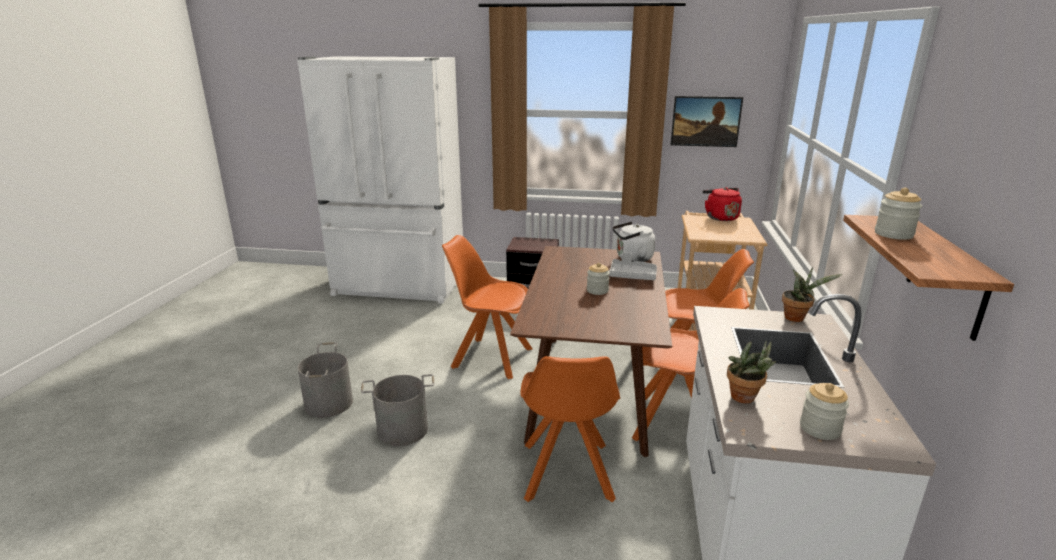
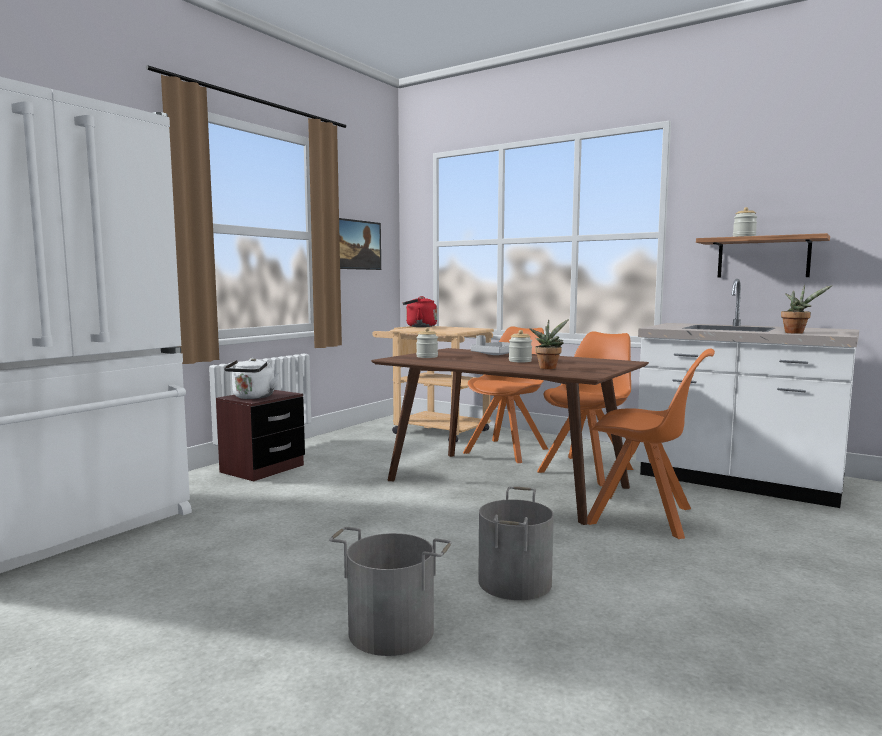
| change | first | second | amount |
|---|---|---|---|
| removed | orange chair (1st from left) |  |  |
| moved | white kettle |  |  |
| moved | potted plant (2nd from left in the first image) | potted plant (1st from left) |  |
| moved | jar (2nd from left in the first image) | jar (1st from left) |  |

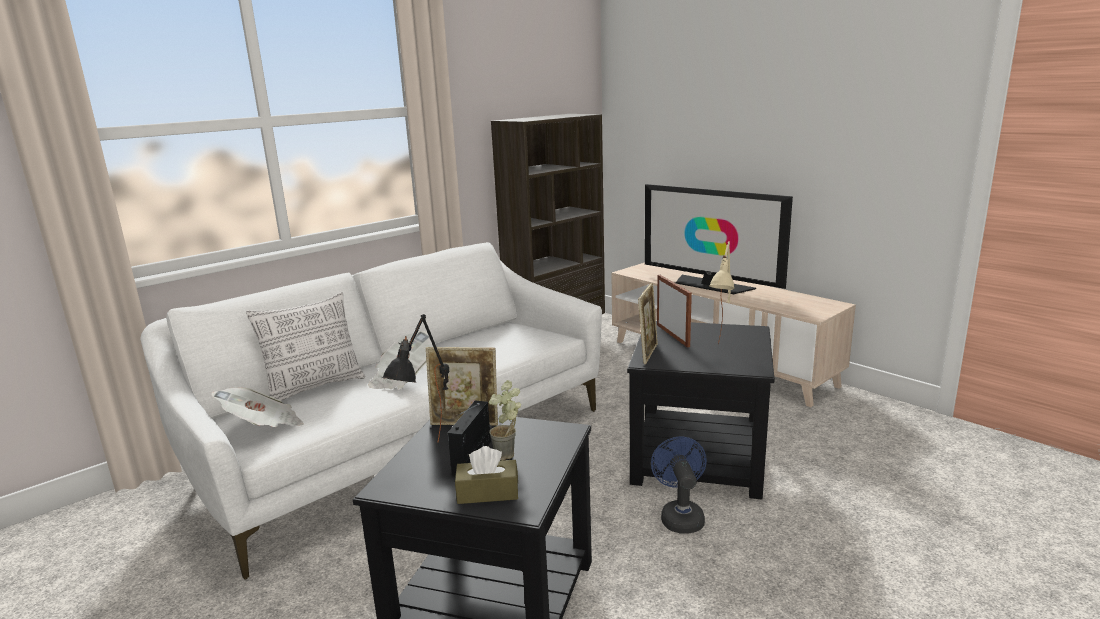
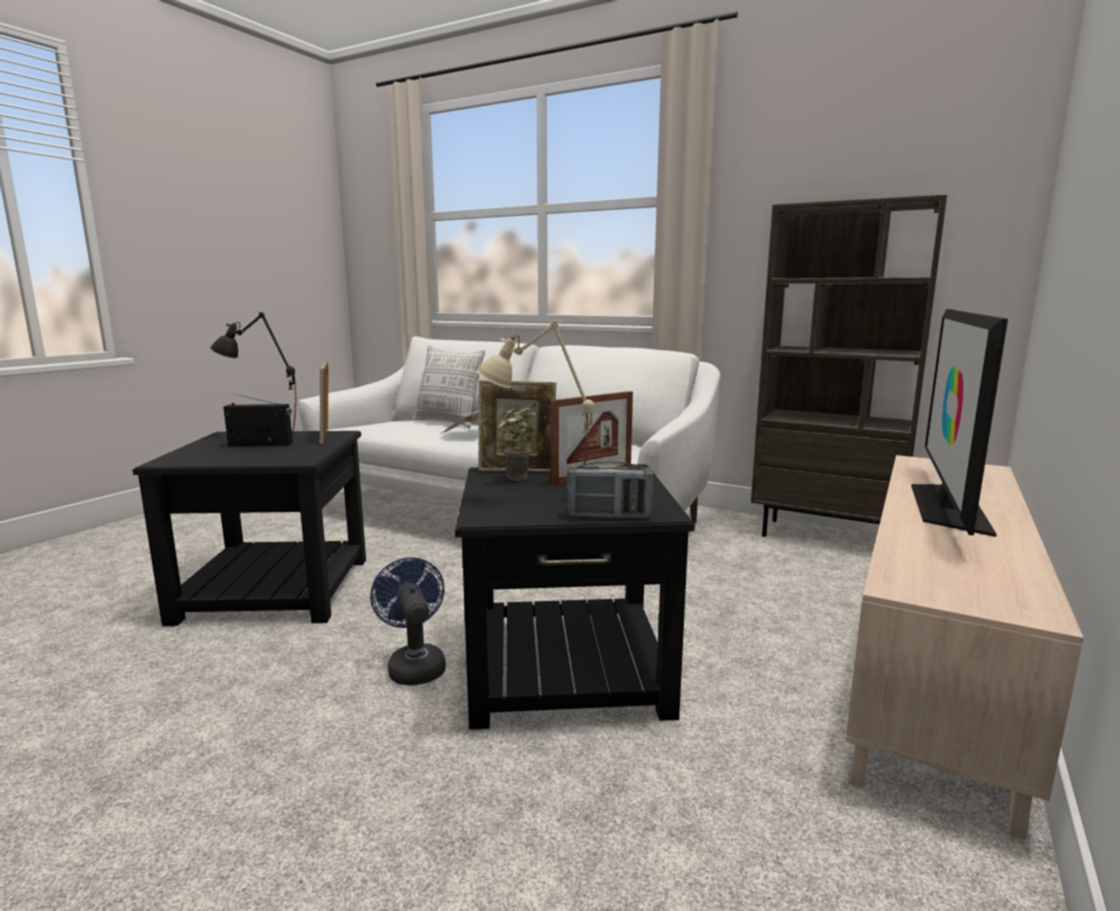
| change | first | second | amount |
|---|---|---|---|
| removed | newspaper (1st from left) |  |  |
| removed | brown tissue box |  |  |
| added |  | radio (2nd from left) |  |
| moved | potted plant |  |  |
| turned | blue fan |  | 90 degrees counterclockwise |

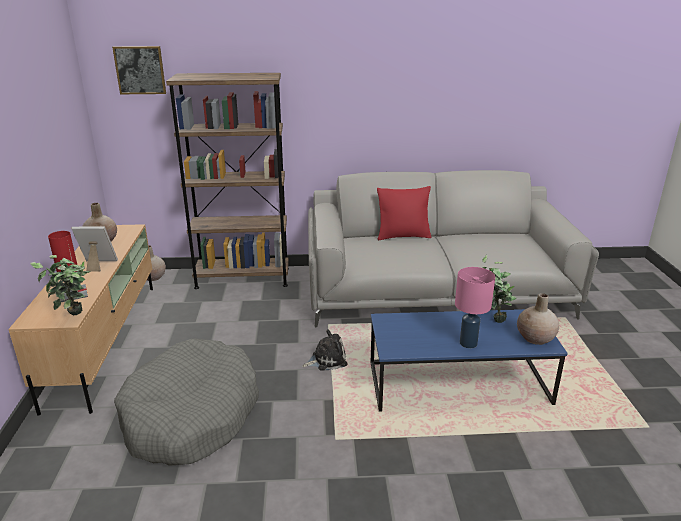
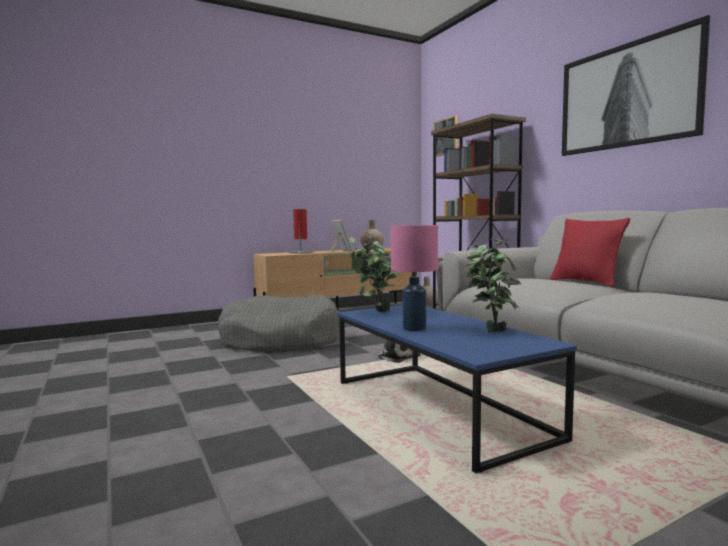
| change | first | second | amount |
|---|---|---|---|
| removed | beige vase (3rd from left) |  |  |
| added |  | picture (2nd from left) |  |
| moved | potted plant (1st from left) |  |  |

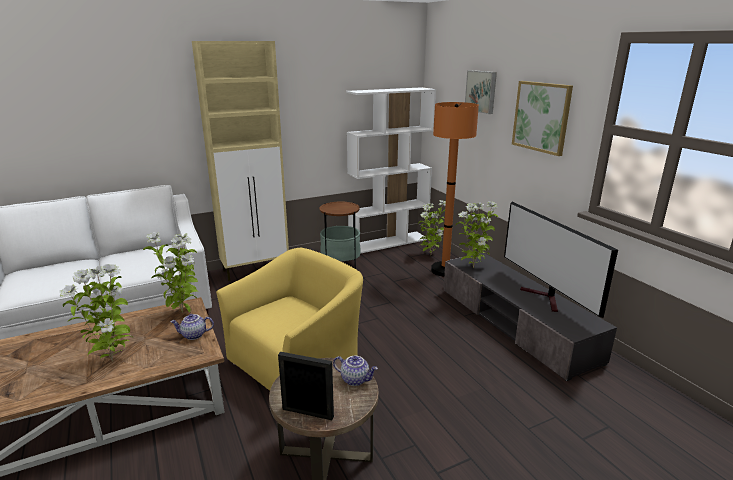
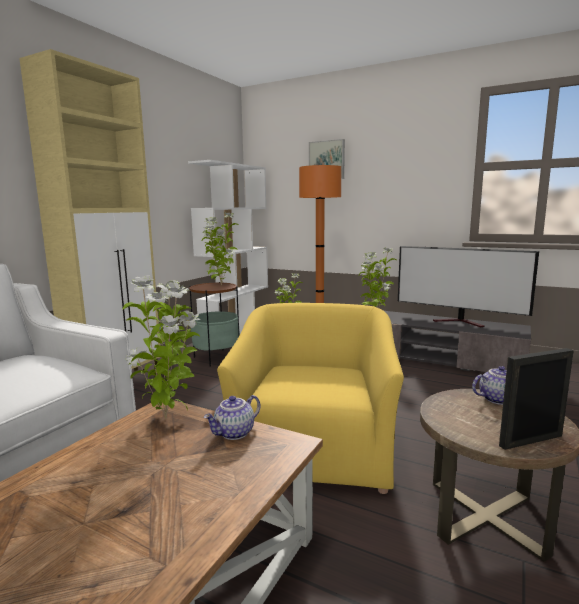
| change | first | second | amount |
|---|---|---|---|
| removed | picture (2nd from left) |  |  |
| moved | potted plant (1st from left in the first image) | potted plant (2nd from left) |  |

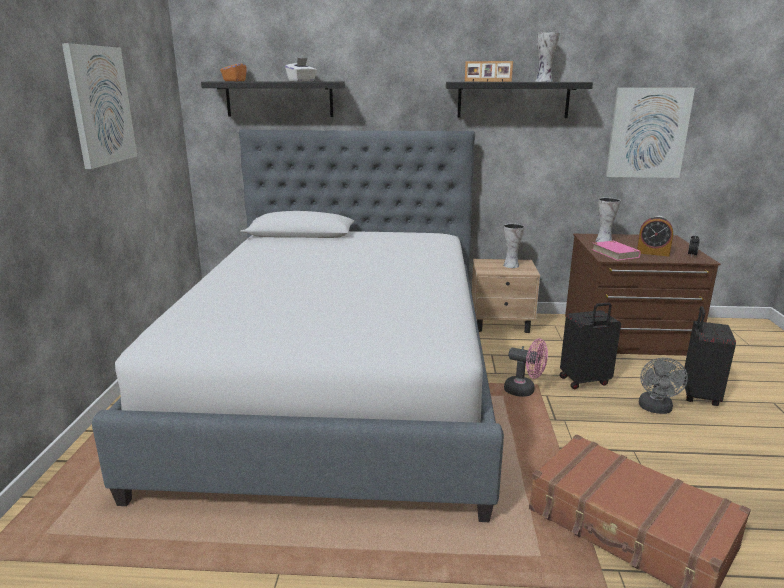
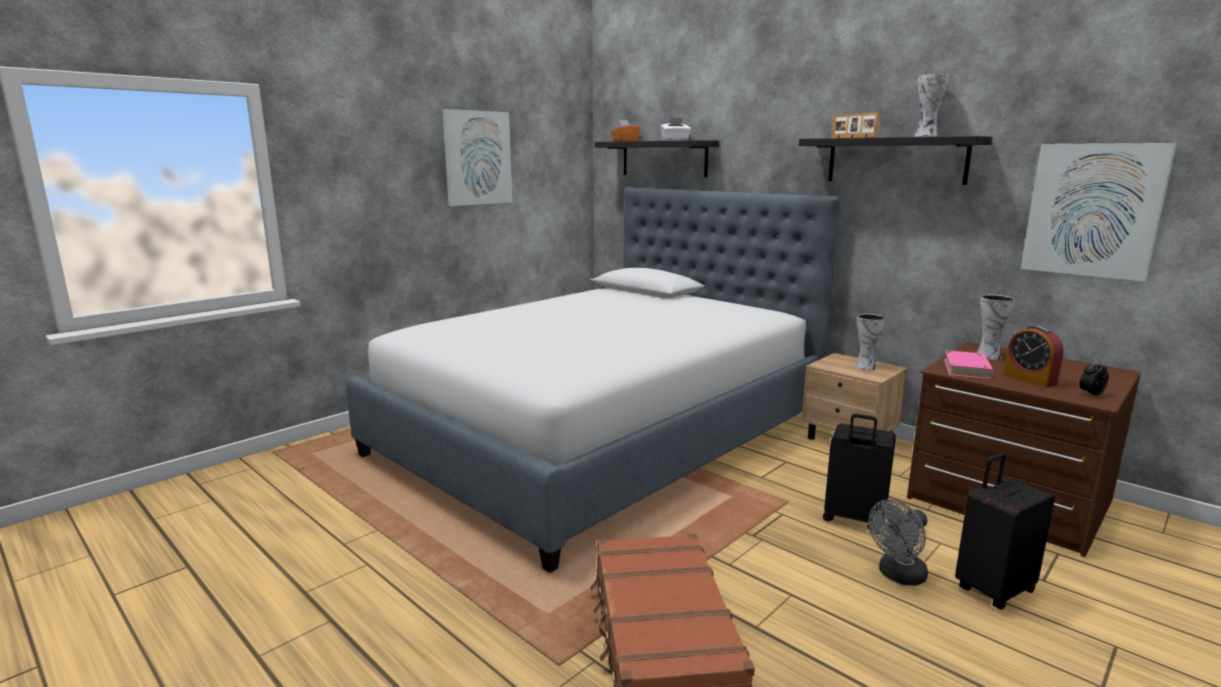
| change | first | second | amount |
|---|---|---|---|
| removed | pink fan |  |  |

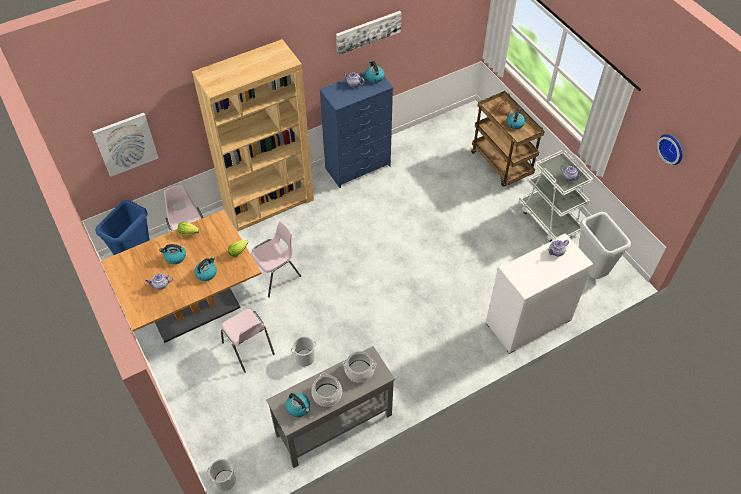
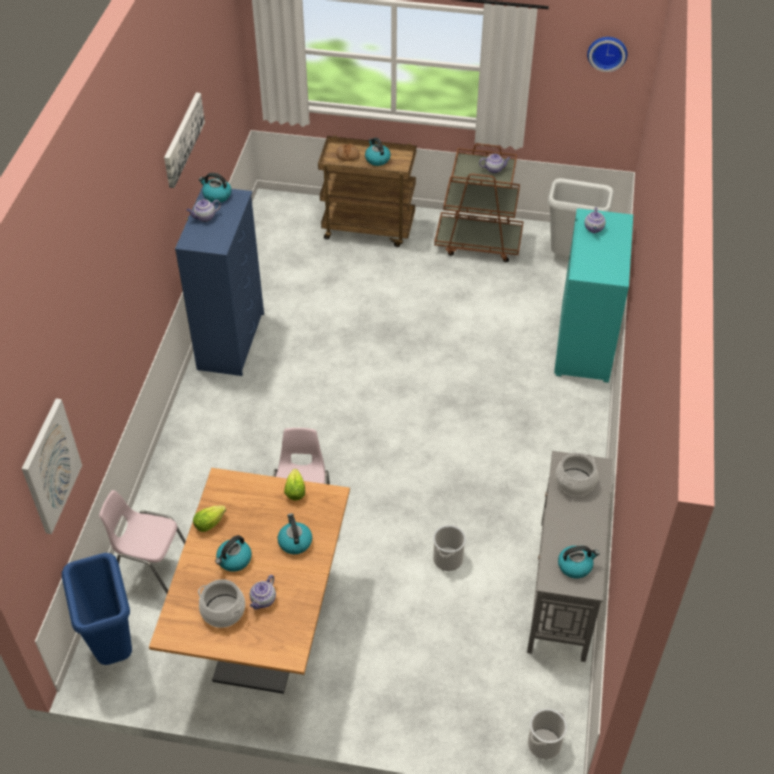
| change | first | second | amount |
|---|---|---|---|
| removed | brown bookcase |  |  |
| removed | pink chair (2nd from left) |  |  |
| moved | cooking pot (1st from left) |  |  |
| recoloured | white cabinet | turquoise cabinet |  |
| recoloured | white cart | brown cart (2nd from left) |  |

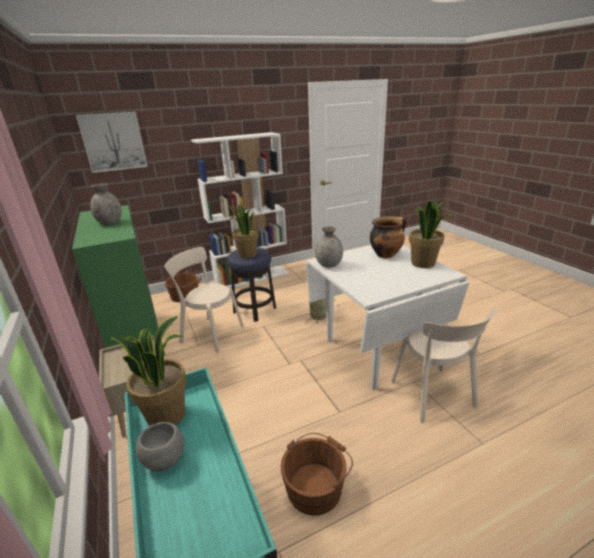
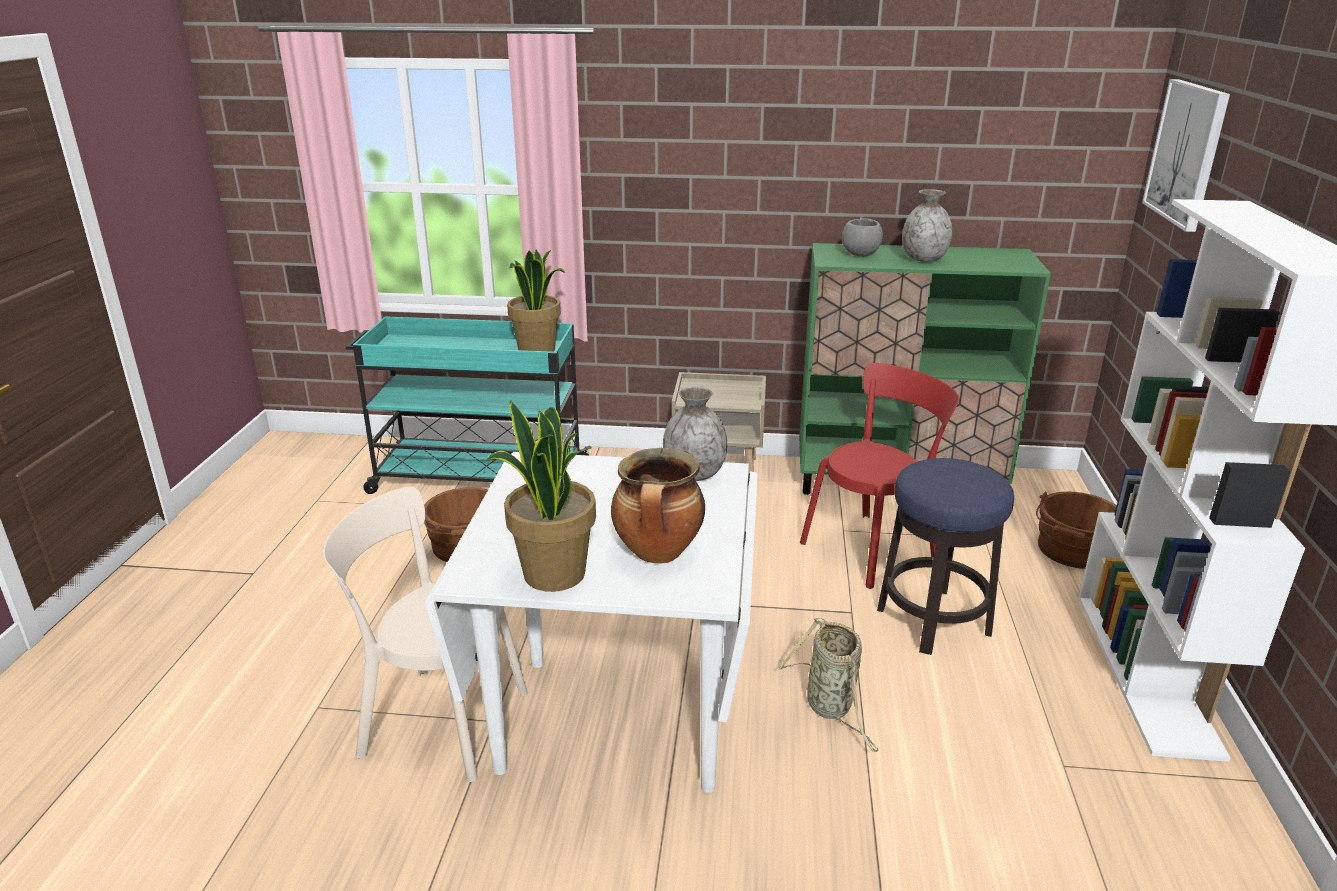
| change | first | second | amount |
|---|---|---|---|
| removed | potted plant (2nd from left) |  |  |
| moved | grey bowl |  |  |
| recoloured | beige chair (1st from left) | red chair |  |

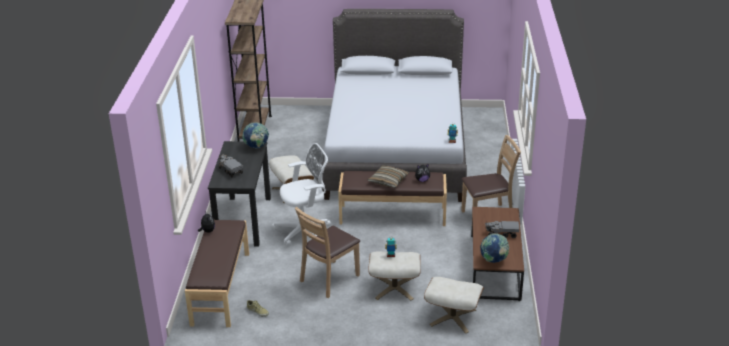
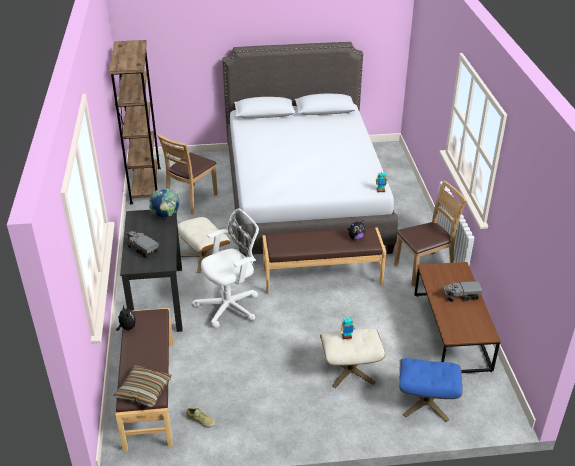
| change | first | second | amount |
|---|---|---|---|
| removed | globe (2nd from left) |  |  |
| moved | brown chair (1st from left) |  |  |
| moved | pillow |  |  |
| recoloured | beige ottoman (3rd from left) | blue ottoman |  |

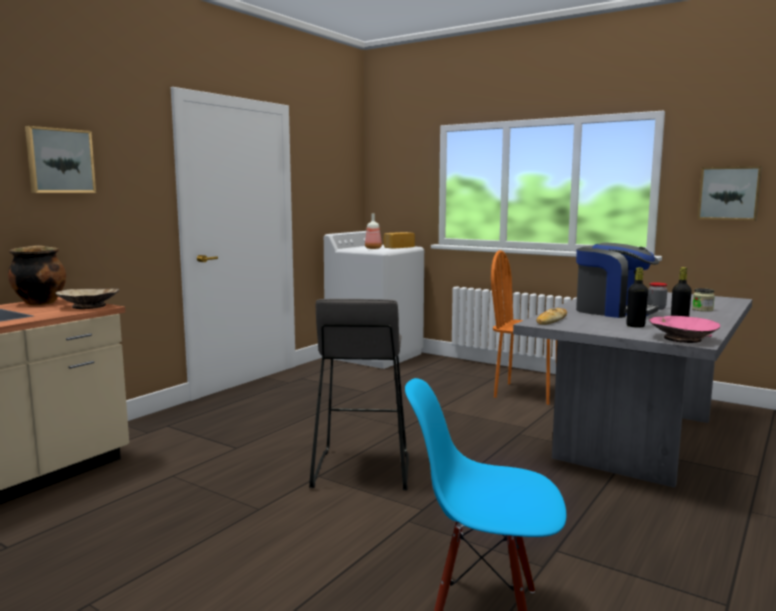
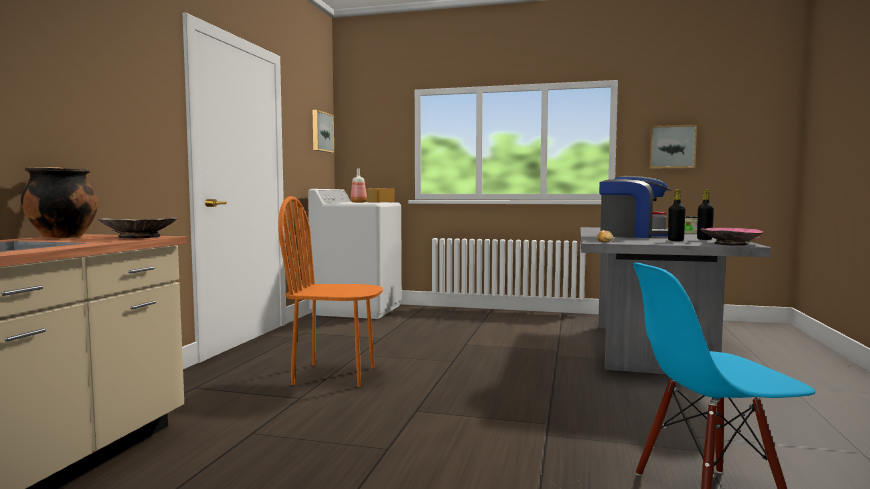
| change | first | second | amount |
|---|---|---|---|
| removed | grey stool |  |  |
| moved | picture (1st from left) |  |  |
| moved | orange chair |  |  |

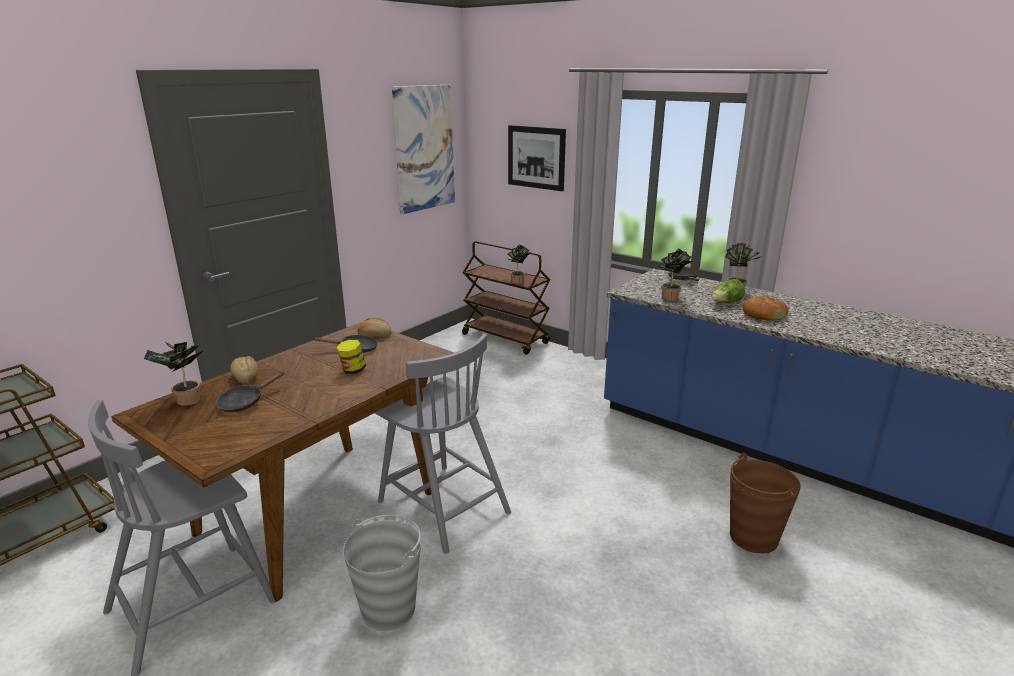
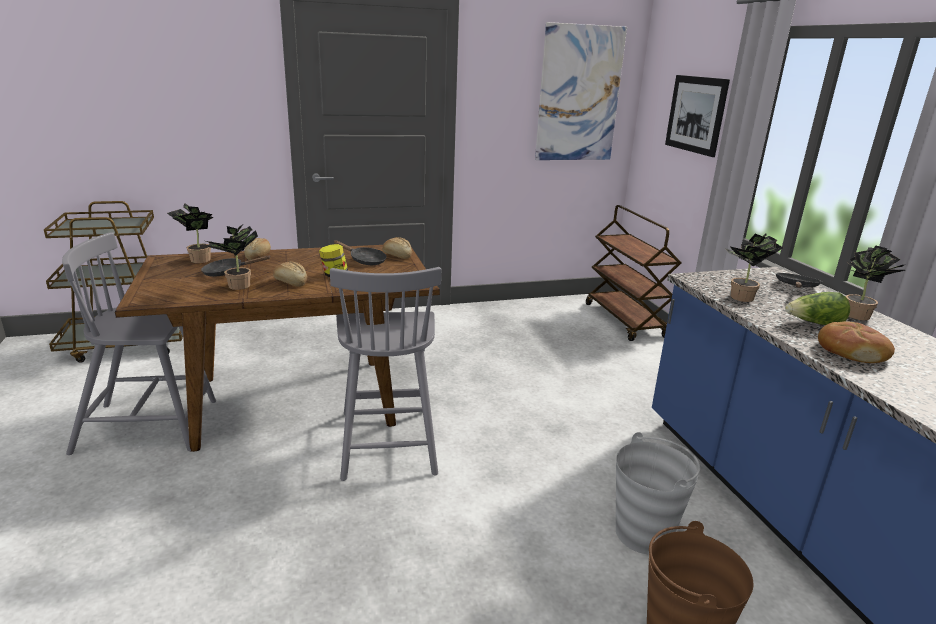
| change | first | second | amount |
|---|---|---|---|
| added |  | bread (2nd from left) |  |
| moved | grey bucket |  |  |
| moved | potted plant (2nd from left) |  |  |

